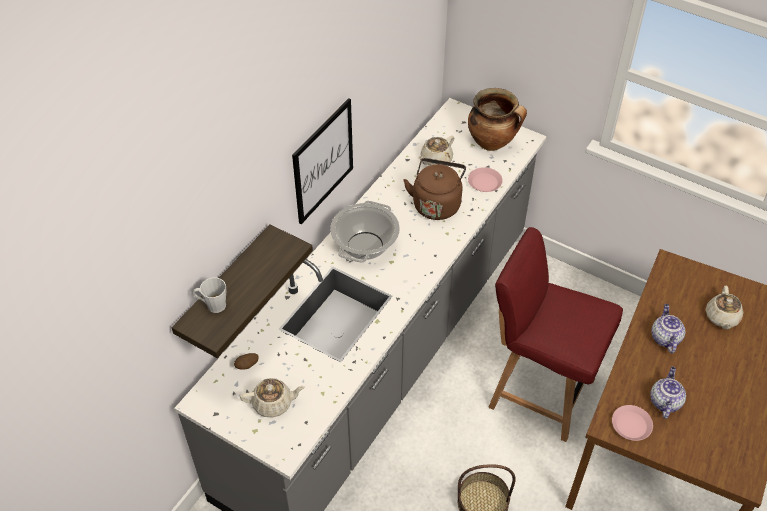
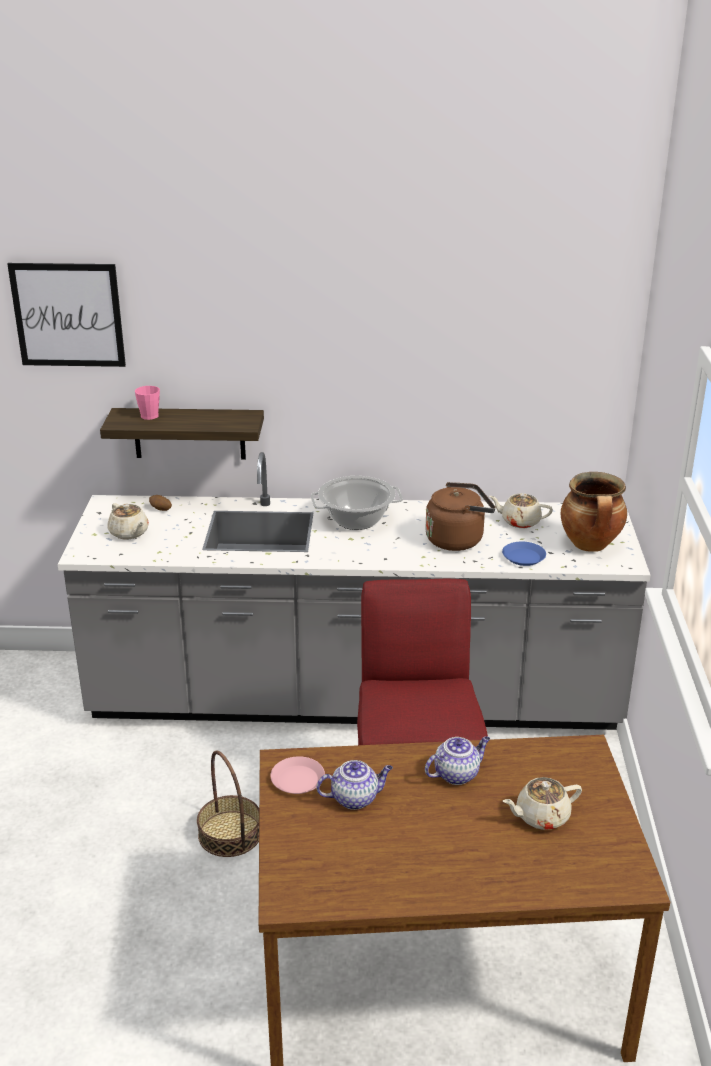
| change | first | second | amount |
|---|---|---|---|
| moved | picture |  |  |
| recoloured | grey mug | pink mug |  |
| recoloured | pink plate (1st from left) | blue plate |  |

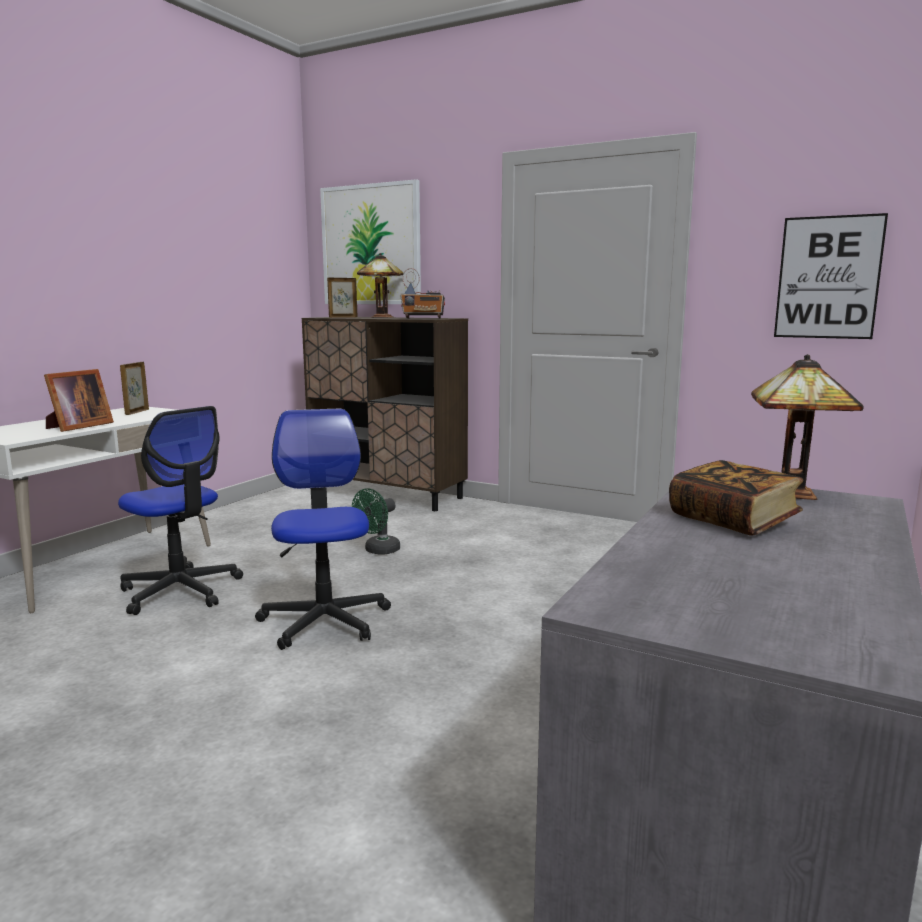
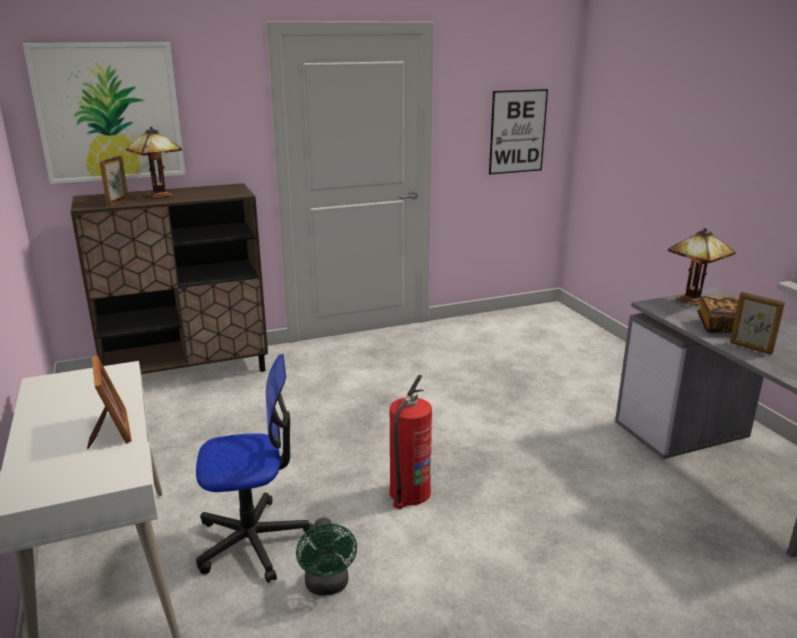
| change | first | second | amount |
|---|---|---|---|
| removed | radio |  |  |
| moved | picture frame (2nd from left in the first image) | picture frame (3rd from left) |  |
| moved | green fan |  |  |
| replaced | office chair (2nd from left) | fire extinguisher |  |

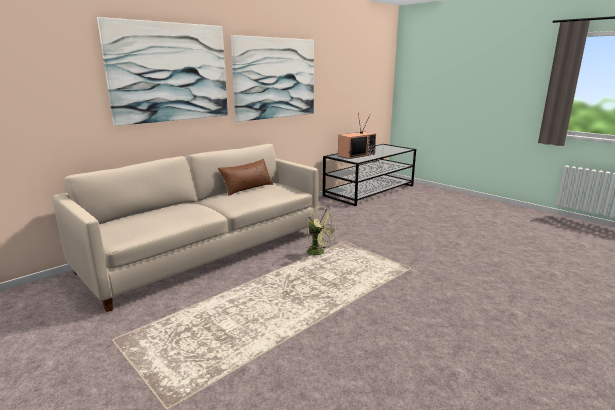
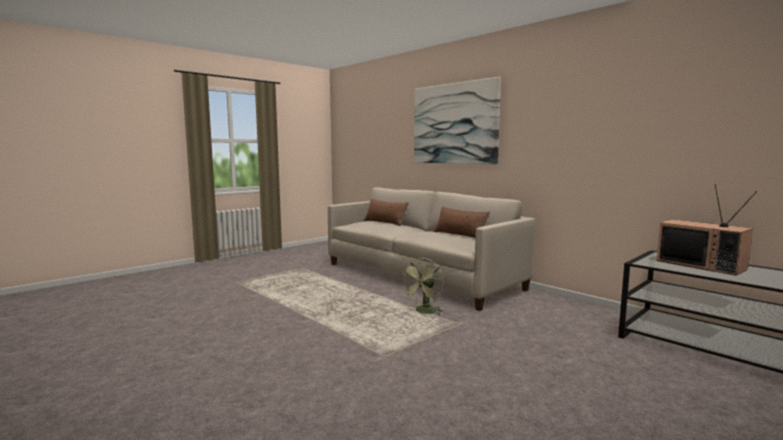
| change | first | second | amount |
|---|---|---|---|
| removed | picture (2nd from left) |  |  |
| added |  | brown pillow (1st from left) |  |

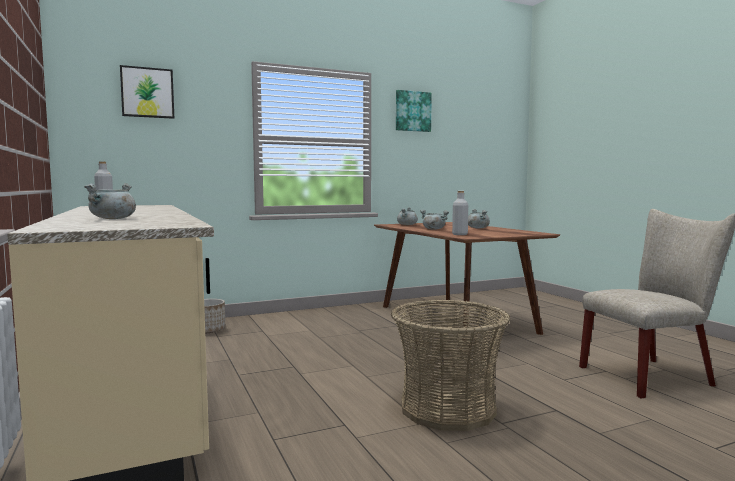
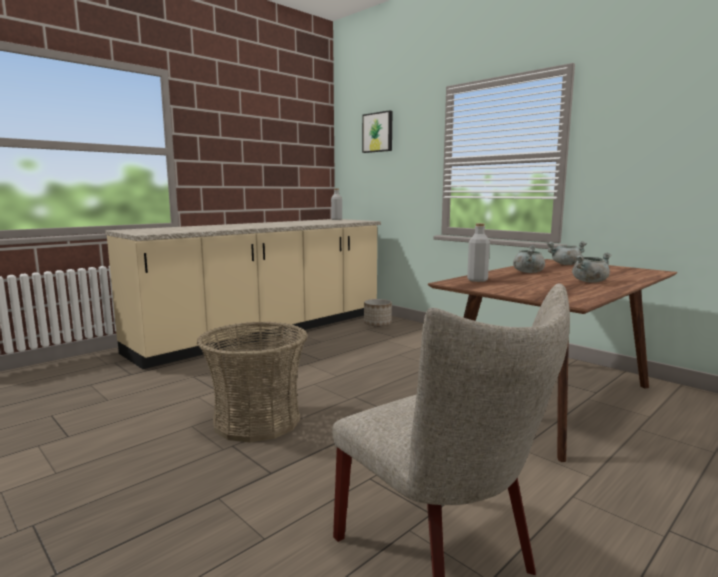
| change | first | second | amount |
|---|---|---|---|
| removed | grey cooking pot (1st from left) |  |  |
| removed | picture (2nd from left) |  |  |

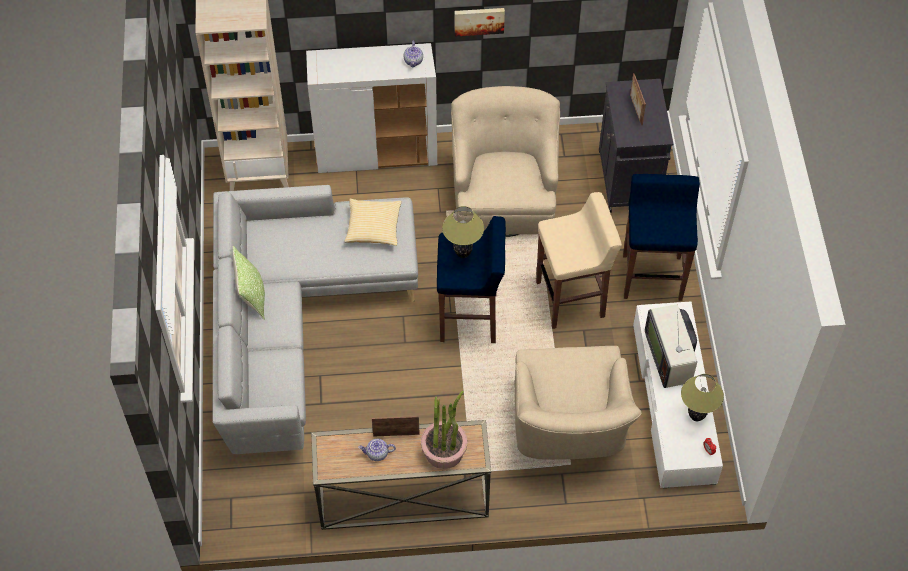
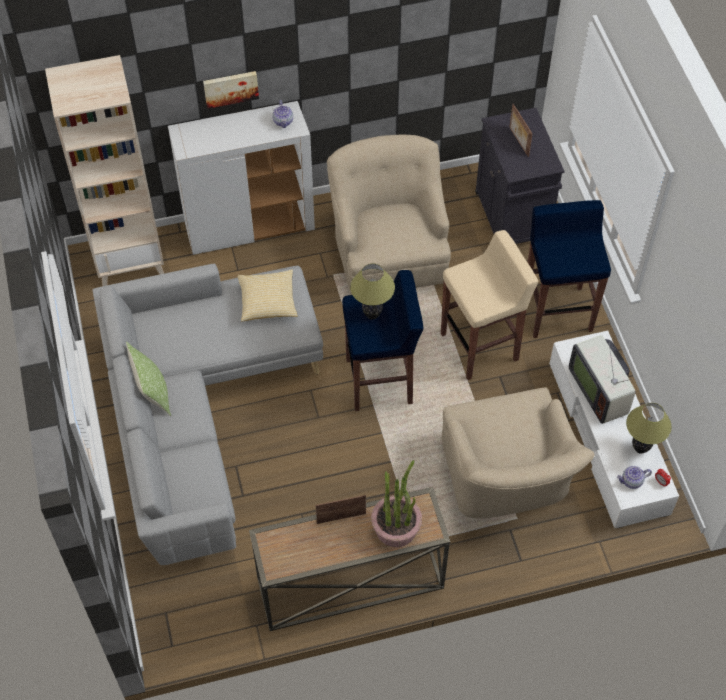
| change | first | second | amount |
|---|---|---|---|
| moved | teapot (1st from left in the first image) | teapot (2nd from left) |  |
| moved | picture |  |  |

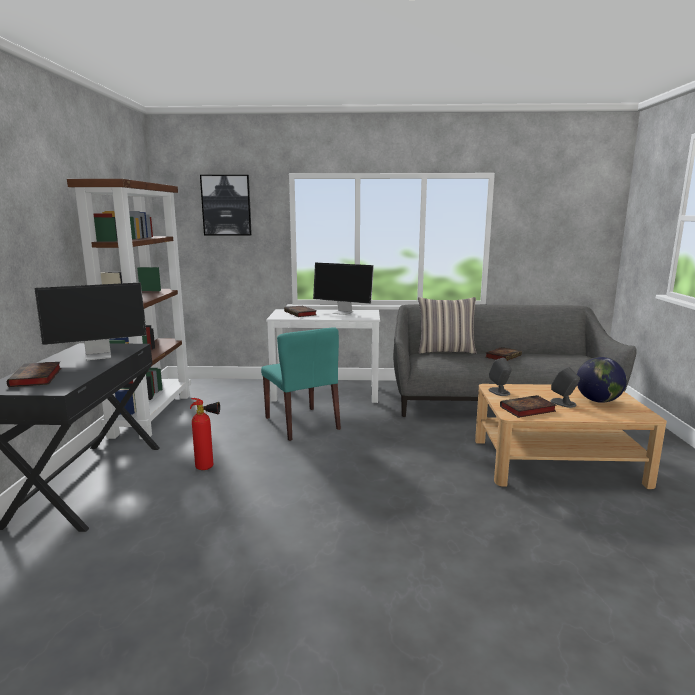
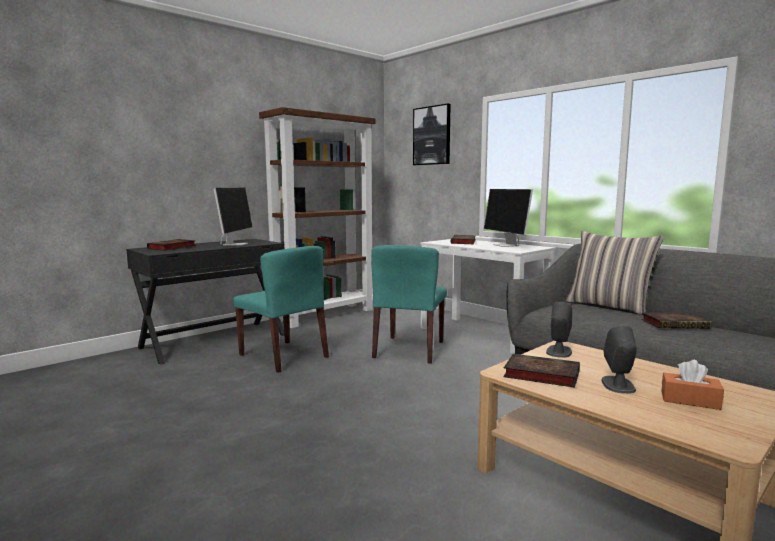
| change | first | second | amount |
|---|---|---|---|
| replaced | fire extinguisher | turquoise chair (1st from left) |  |
| replaced | globe | orange tissue box |  |
| turned | monitor (1st from left) |  | 105 degrees counterclockwise |

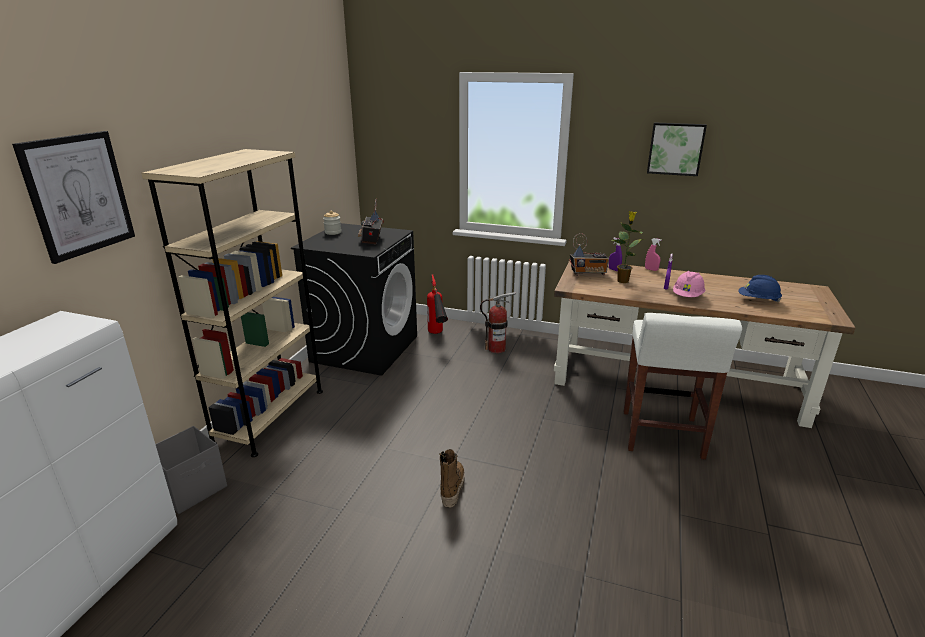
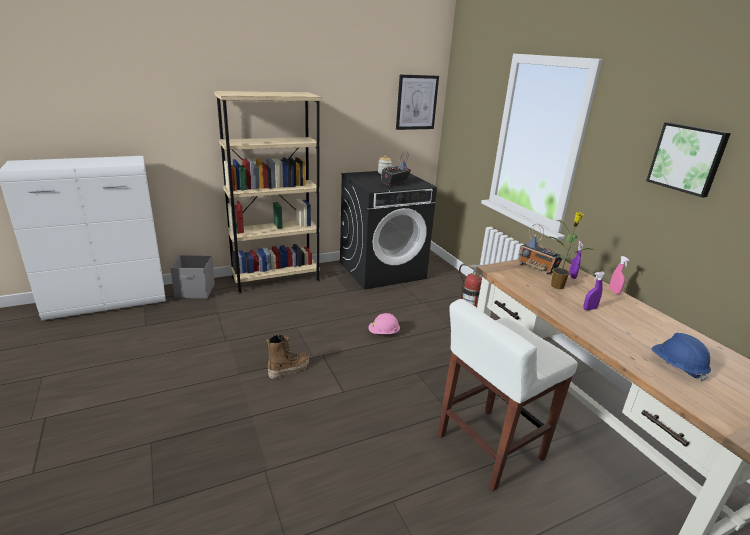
| change | first | second | amount |
|---|---|---|---|
| removed | fire extinguisher (1st from left) |  |  |
| moved | picture (1st from left) |  |  |
| moved | pink hard hat |  |  |

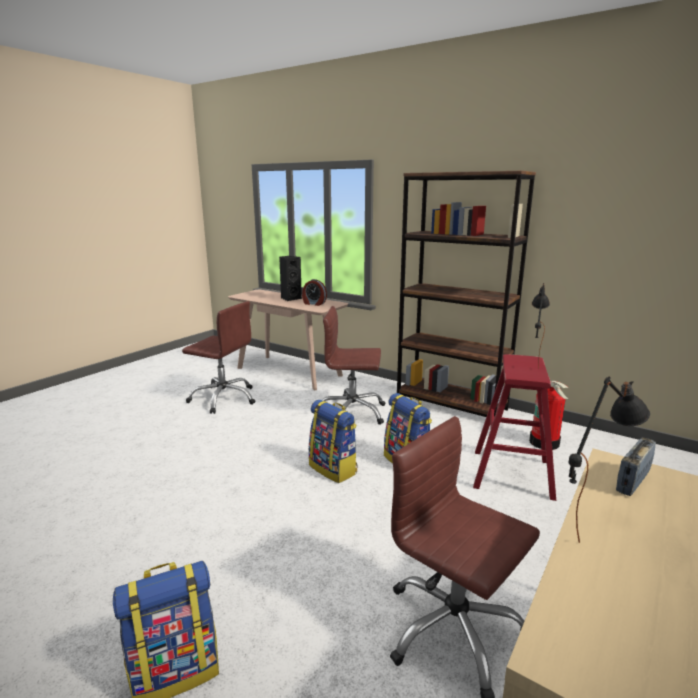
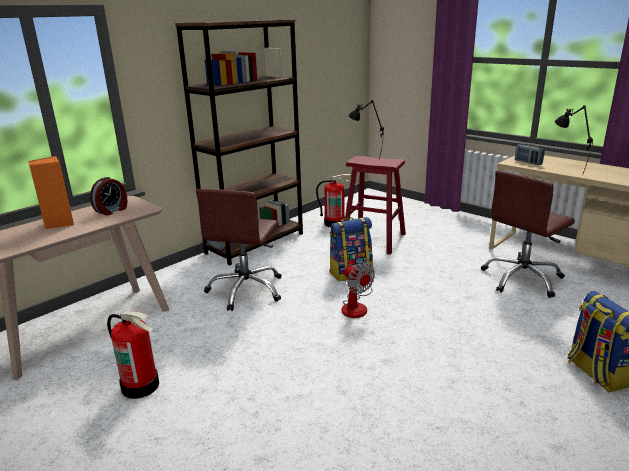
| change | first | second | amount |
|---|---|---|---|
| replaced | brown office chair (1st from left) | fire extinguisher (1st from left) |  |
| replaced | backpack (2nd from left) | fan |  |
| recoloured | black speaker | orange speaker |  |

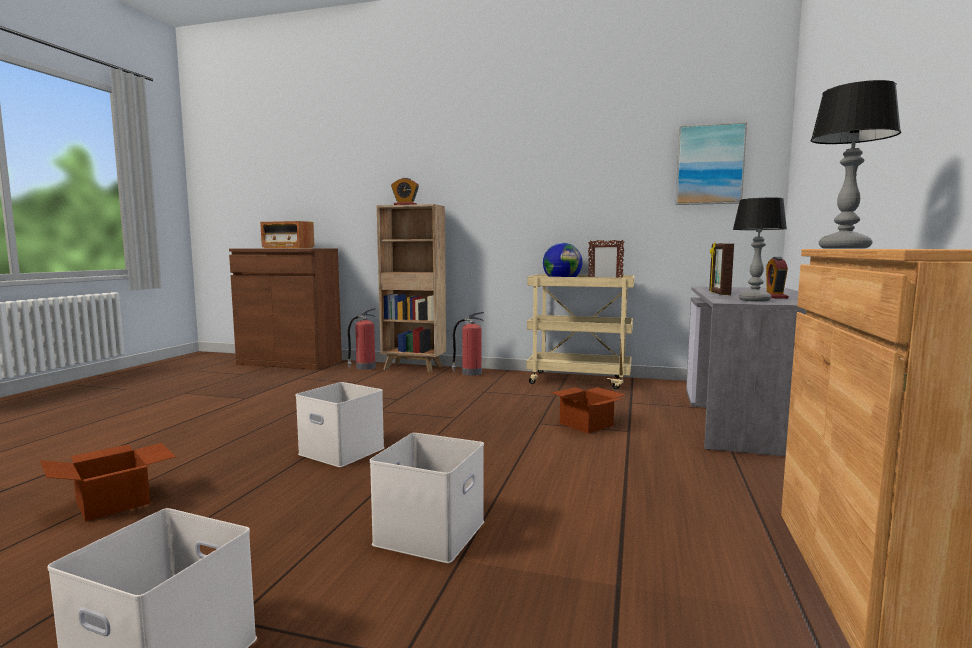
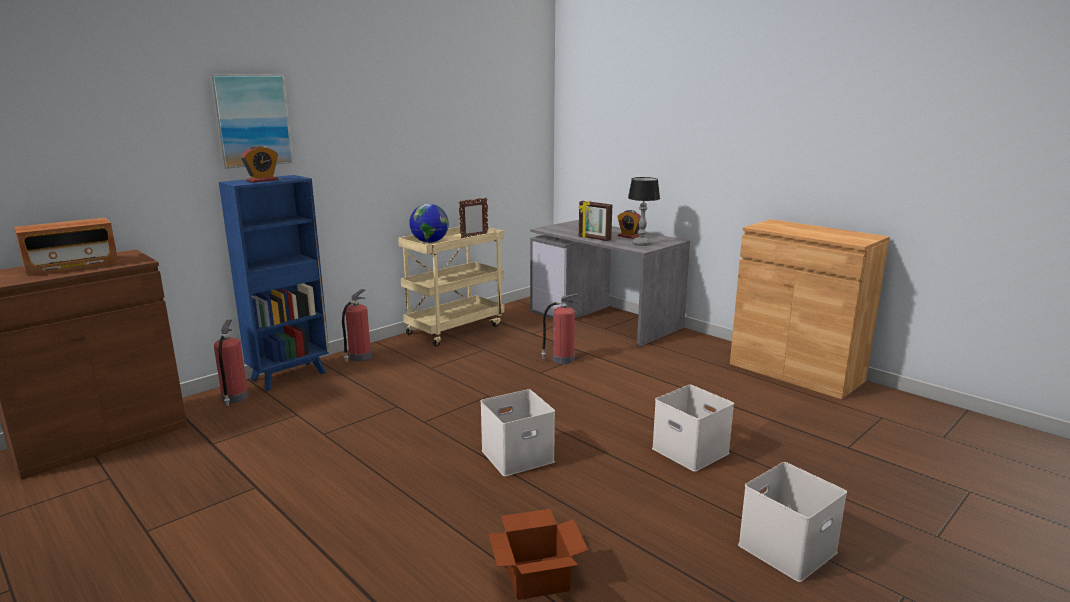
| change | first | second | amount |
|---|---|---|---|
| removed | table lamp (2nd from left) |  |  |
| moved | picture |  |  |
| replaced | cardboard box (2nd from left) | fire extinguisher (3rd from left) |  |
| recoloured | brown bookcase | blue bookcase |  |

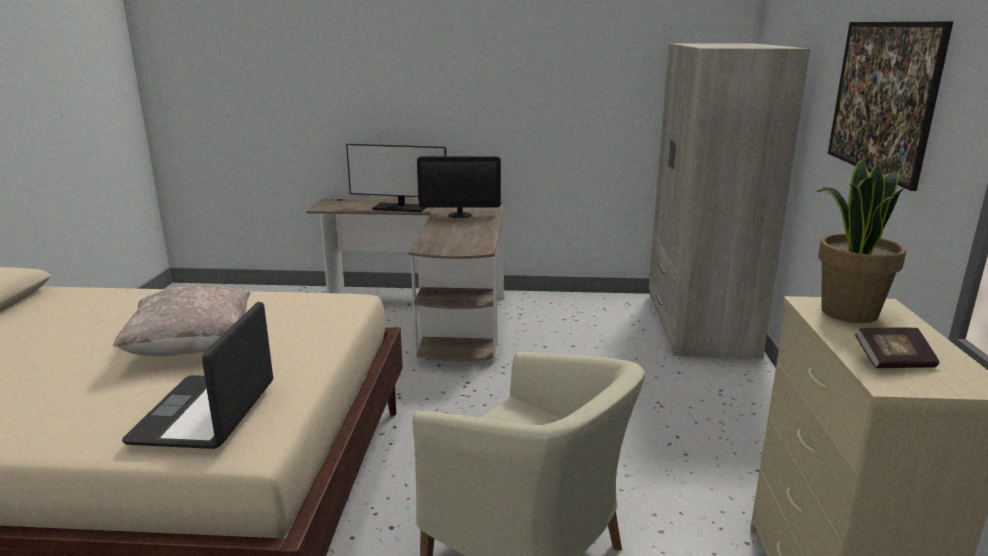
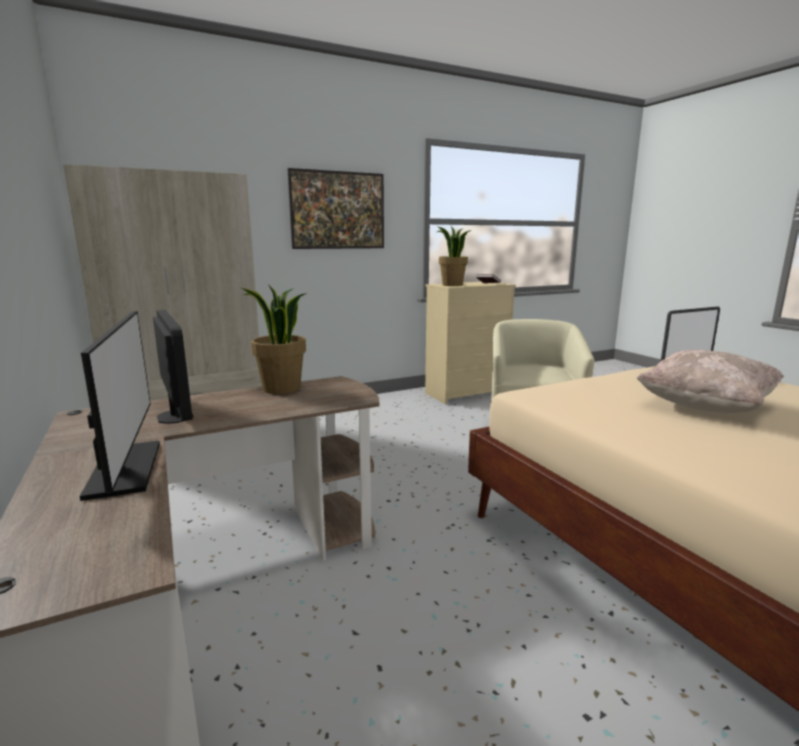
| change | first | second | amount |
|---|---|---|---|
| added |  | potted plant (1st from left) |  |

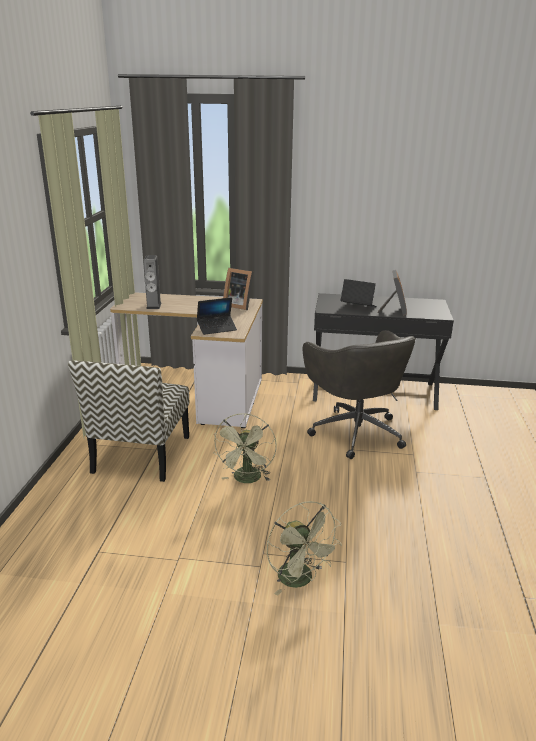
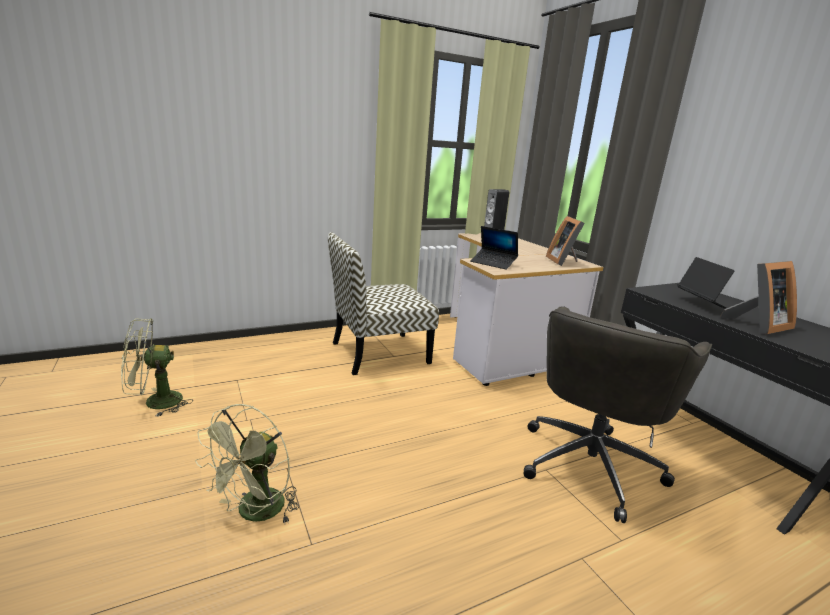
| change | first | second | amount |
|---|---|---|---|
| moved | green fan (1st from left) |  |  |

